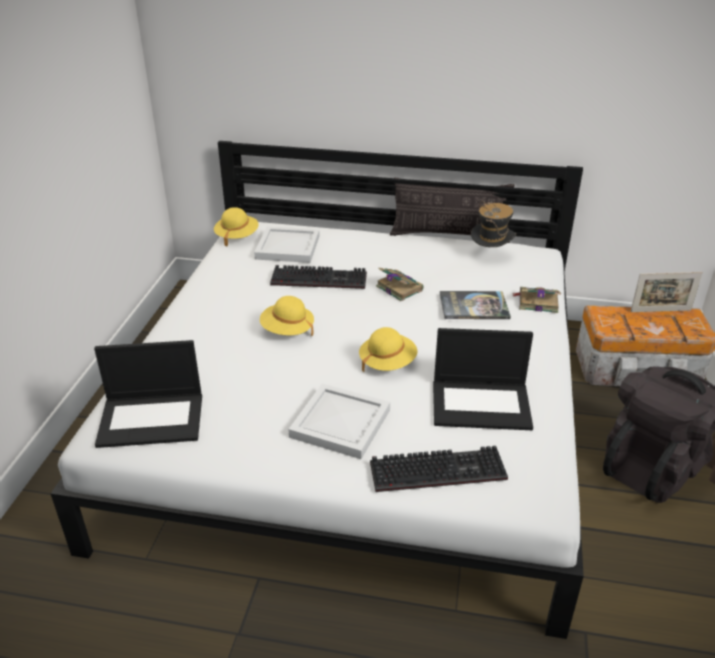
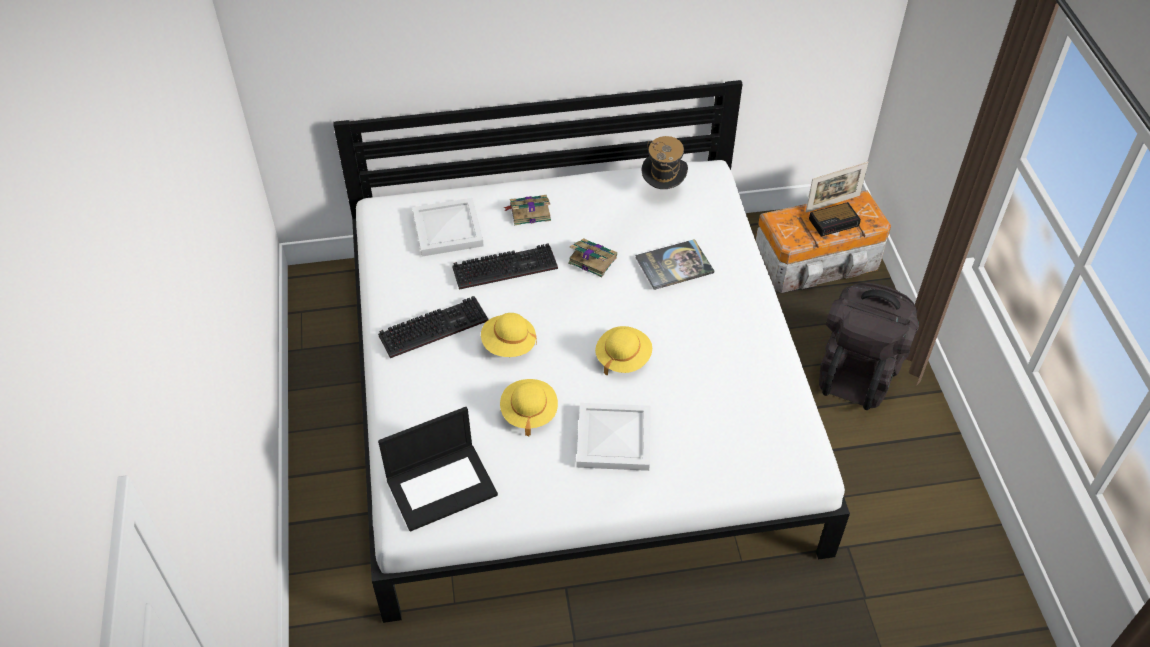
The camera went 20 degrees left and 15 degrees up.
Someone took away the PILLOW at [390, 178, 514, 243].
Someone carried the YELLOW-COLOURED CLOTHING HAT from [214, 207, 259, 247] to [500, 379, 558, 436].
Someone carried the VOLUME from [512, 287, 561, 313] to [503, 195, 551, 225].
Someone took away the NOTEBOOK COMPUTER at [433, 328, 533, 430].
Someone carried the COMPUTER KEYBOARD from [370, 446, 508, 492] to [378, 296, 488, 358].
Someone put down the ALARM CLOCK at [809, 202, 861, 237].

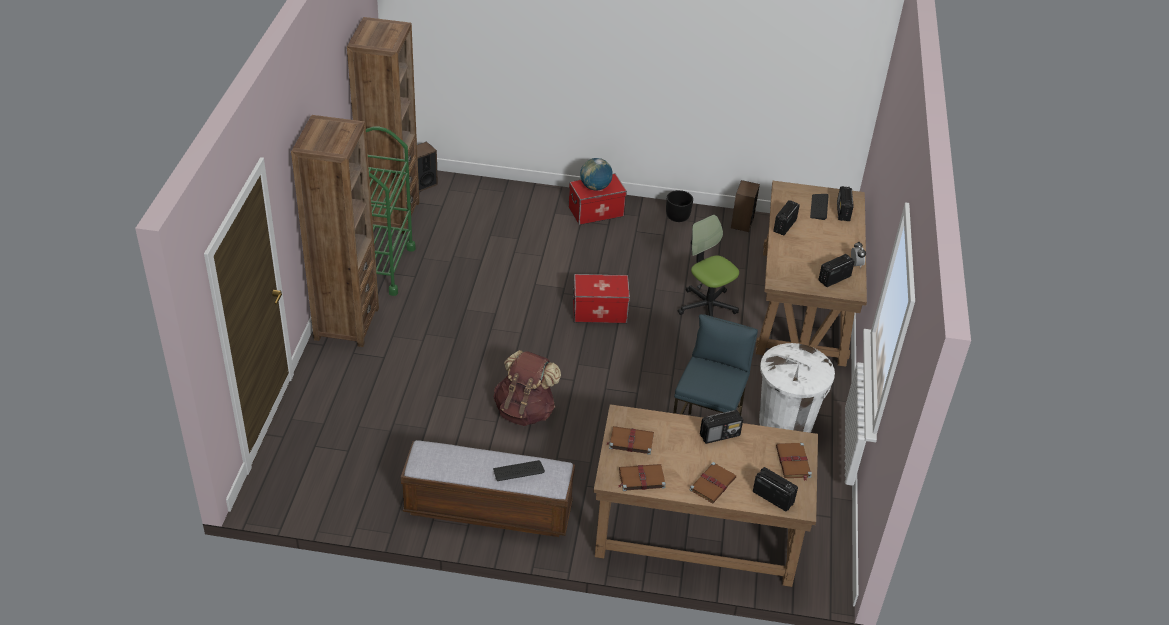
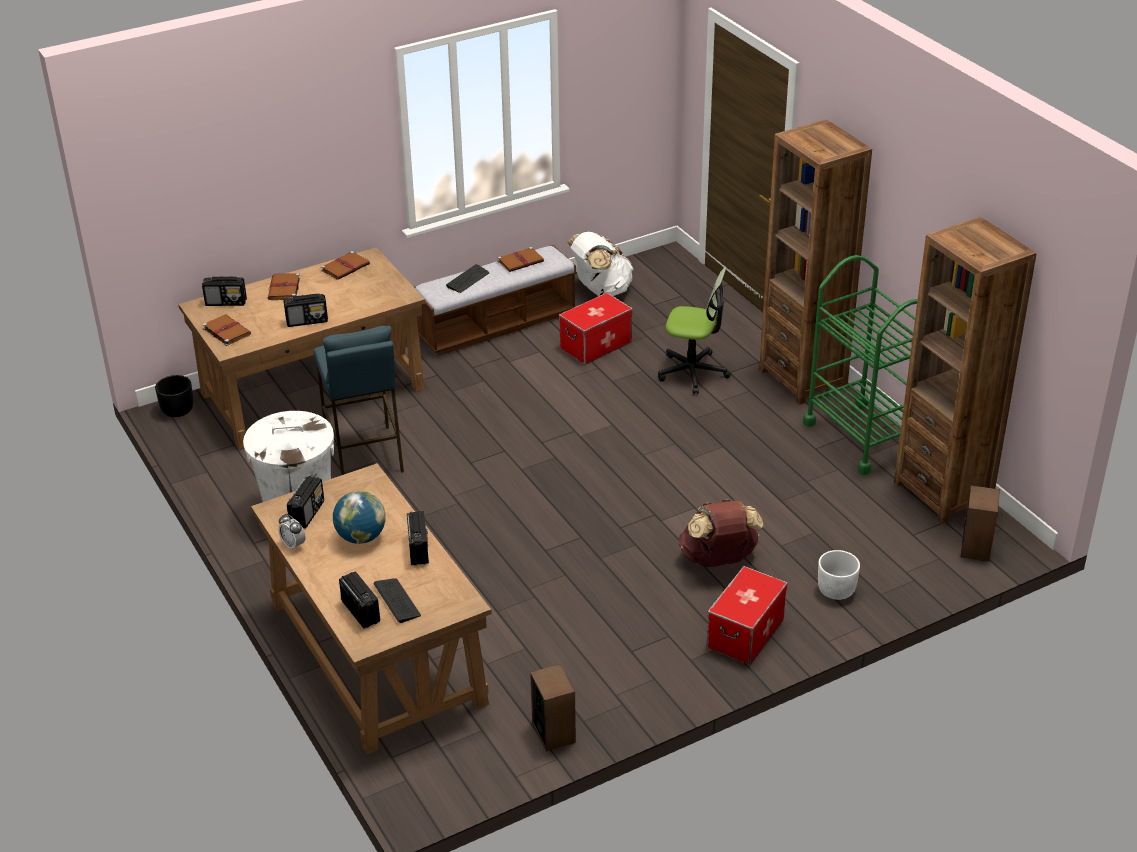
The camera went 145 degrees right and 5 degrees down.
Someone carried the GLOBE from [580, 158, 613, 191] to [333, 491, 386, 544].
Someone carried the BLACK-COLOURED PLANTER from [666, 190, 693, 222] to [155, 375, 193, 417].
Someone carried the COMPUTER CHAIR from [678, 215, 739, 317] to [658, 267, 731, 394].
Someone carried the STORAGE BIN from [573, 274, 630, 323] to [559, 293, 633, 365].
Someone carried the BROWN RUCKSACK from [494, 350, 561, 426] to [679, 499, 764, 567].
Someone rotated the RADIO RECEIVER at [700, 410, 743, 444] by 135 degrees counterclockwise.
Someone carried the BROWN VOLUME from [606, 426, 654, 455] to [497, 247, 544, 272].
Someone put down the WHITISH RUCKSACK at [567, 232, 634, 296].
Someone put down the WHITISH PLANTER at [818, 550, 860, 600].

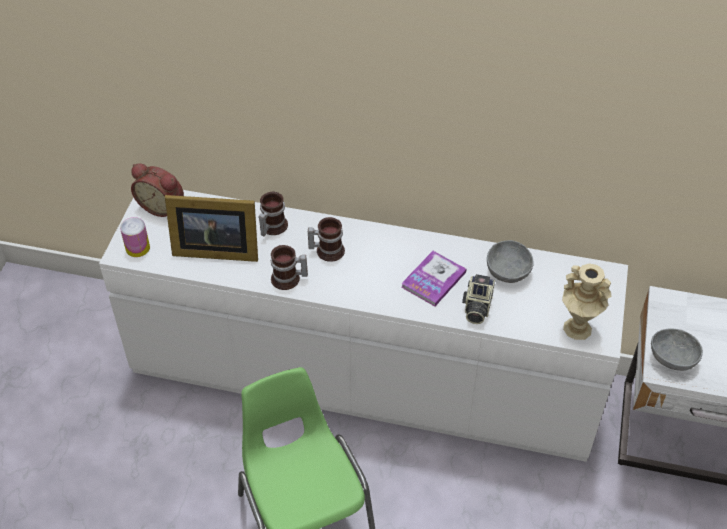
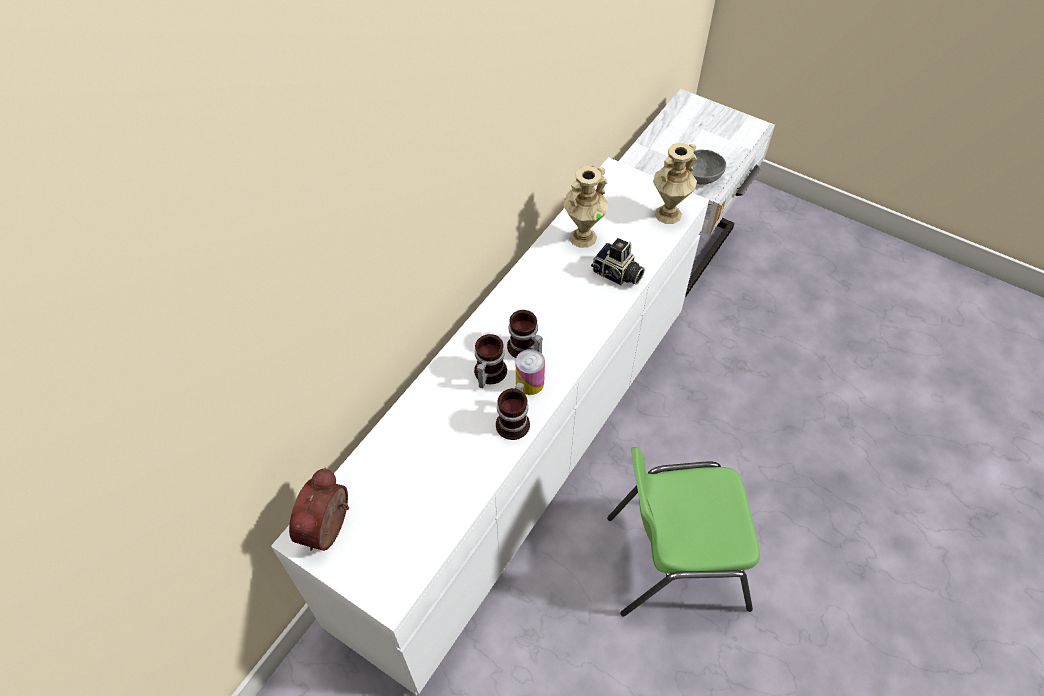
The camera went 70 degrees left and 5 degrees up.
Someone rotated the ALARM CLOCK at [131, 163, 184, 217] by 150 degrees clockwise.
Someone carried the COFFEE MUG from [258, 192, 288, 236] to [507, 310, 543, 358].
Someone took away the STANDING FRAME at [165, 195, 258, 262].
Someone carried the METAL CAN from [120, 217, 150, 257] to [516, 349, 545, 395].
Someone swapped the GREYISH SERVING BOWL at [487, 240, 534, 283] for the SAND-COLOURED FLOWER VASE at [563, 166, 609, 248].
Someone took away the VOLUME at [401, 251, 466, 306].

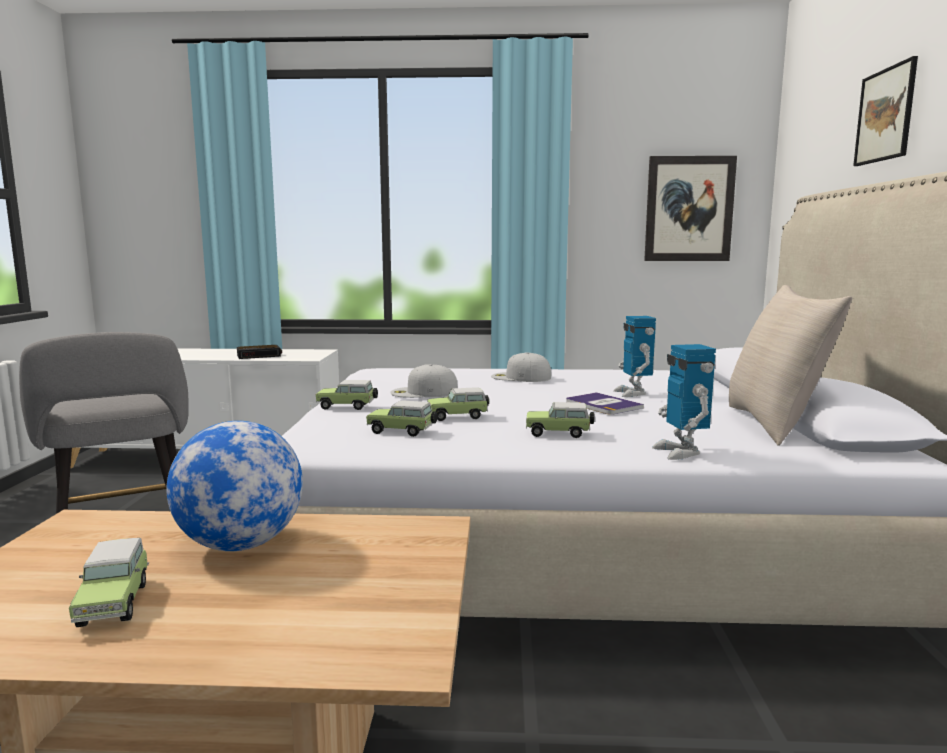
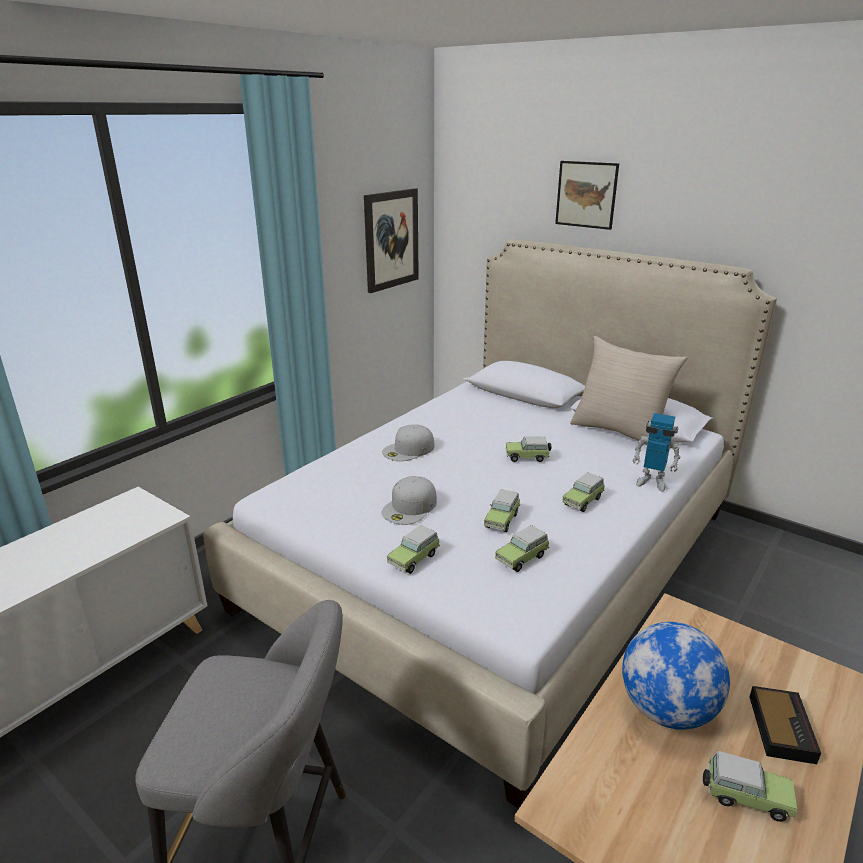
The camera went 55 degrees left and 15 degrees up.
Someone took away the TOY ROBOT at [613, 316, 656, 397].
Someone carried the ALARM CLOCK from [237, 345, 282, 359] to [749, 686, 821, 764].
Someone swapped the VOLUME at [566, 392, 644, 415] for the MODEL CAR at [506, 437, 551, 462].

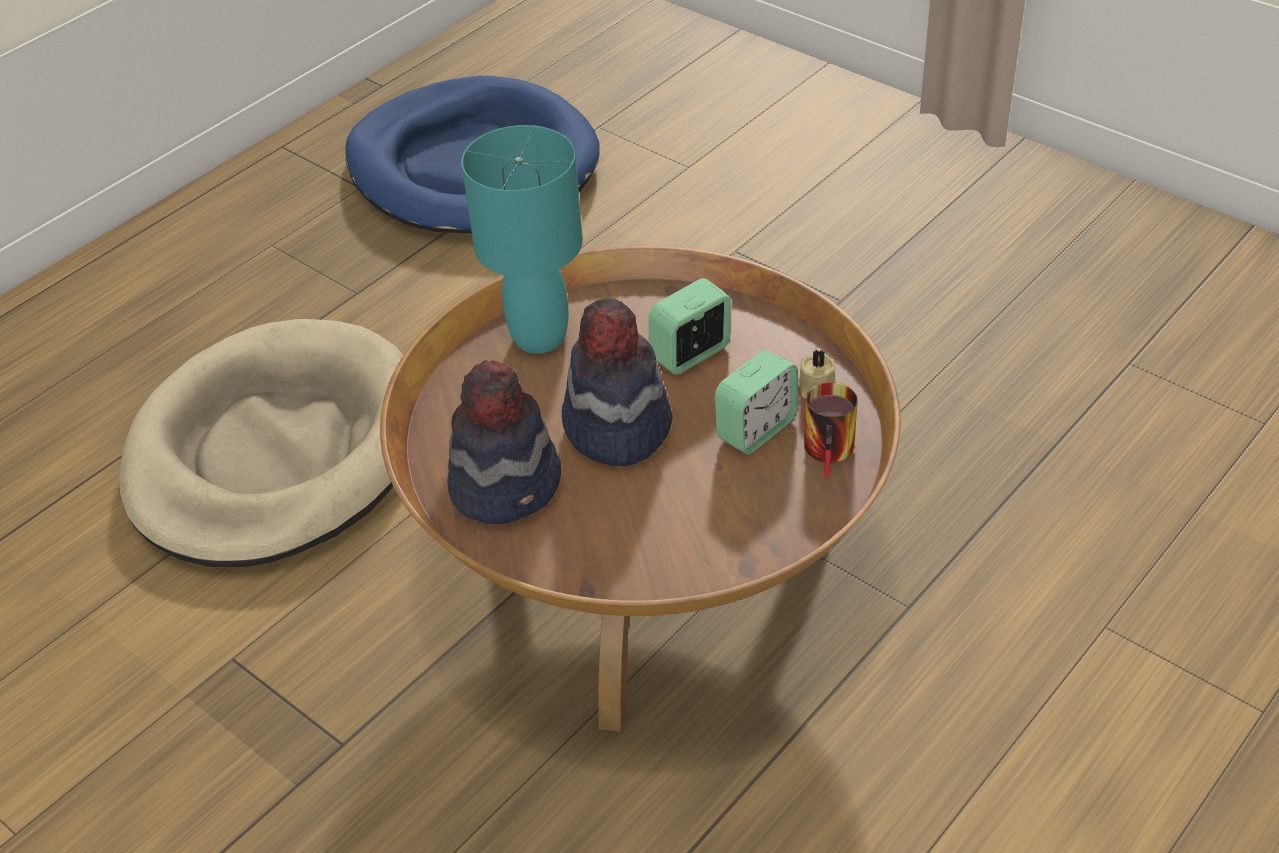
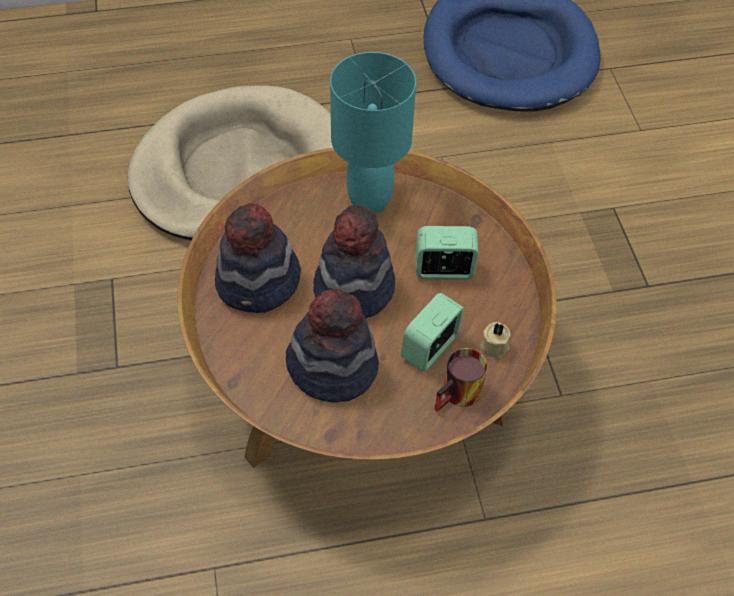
The camera went 35 degrees right and 10 degrees up.
Someone rotated the ALARM CLOCK at [715, 350, 798, 454] by 135 degrees clockwise.
Someone put down the CLOTHING HAT at [286, 289, 379, 403].

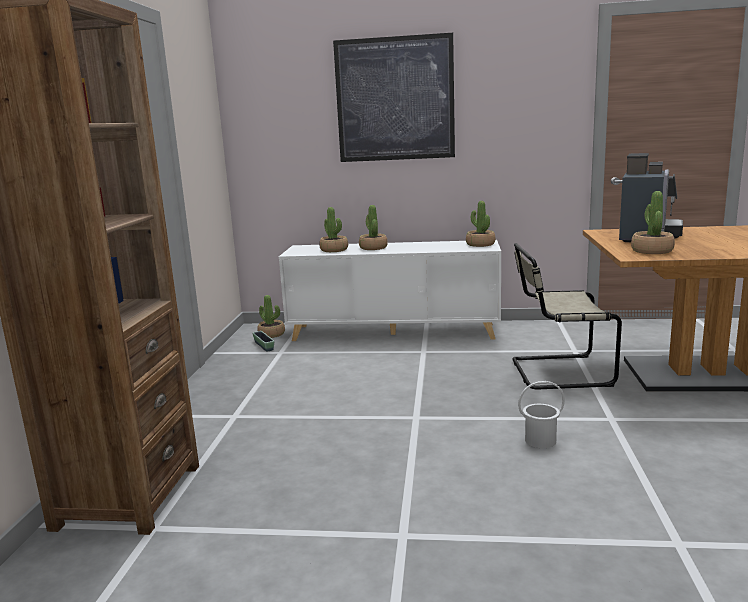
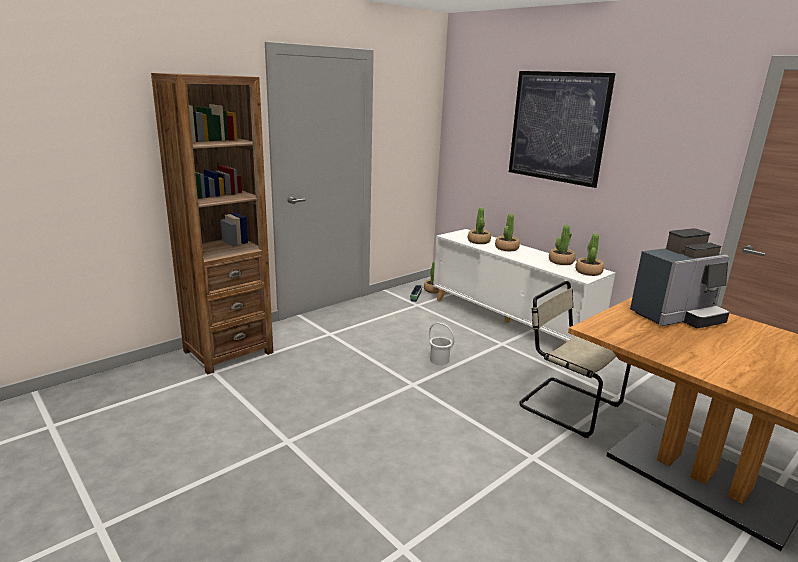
The camera went 40 degrees right and 5 degrees up.
Someone carried the PLANT IN A POT from [631, 191, 675, 254] to [549, 225, 576, 265].
Someone carried the WHITISH PAIL from [518, 381, 565, 448] to [429, 322, 455, 365].

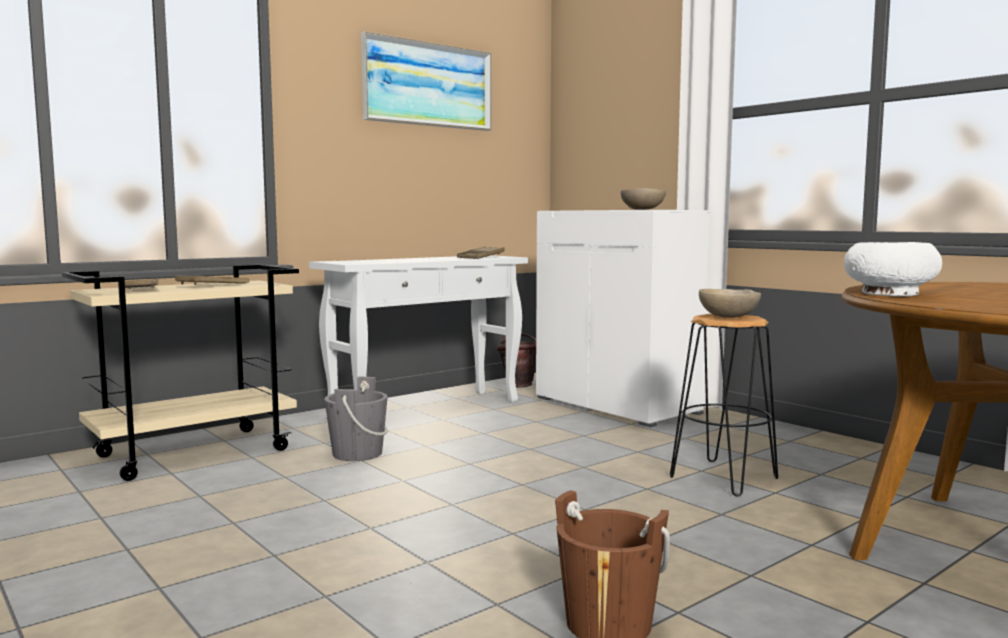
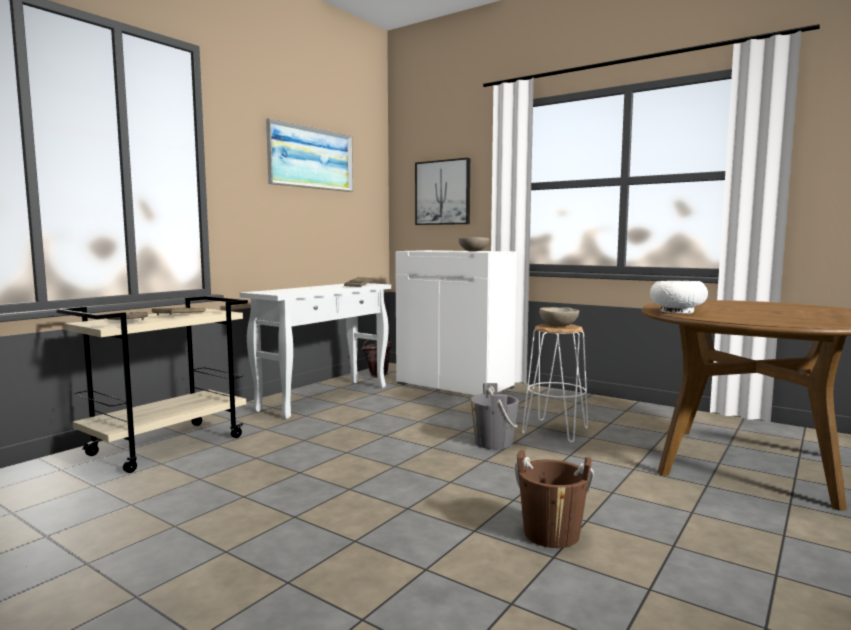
The camera went 15 degrees left and 0 degrees up.
Someone repainted the BLACK-COLOURED SITTING STOOL at [670, 314, 778, 497], which became the WHITISH SITTING STOOL at [522, 324, 588, 443].
Someone carried the GREYISH PAIL from [324, 377, 388, 461] to [471, 383, 519, 449].
Someone put up the PICTURE at [415, 158, 470, 225].

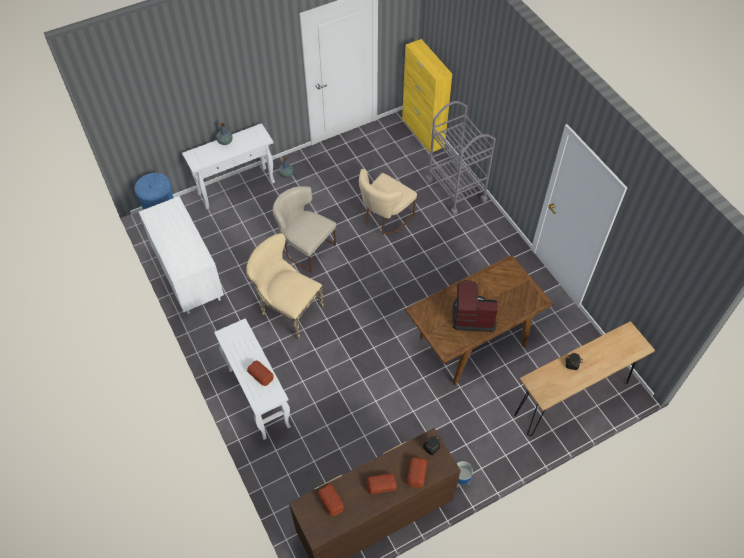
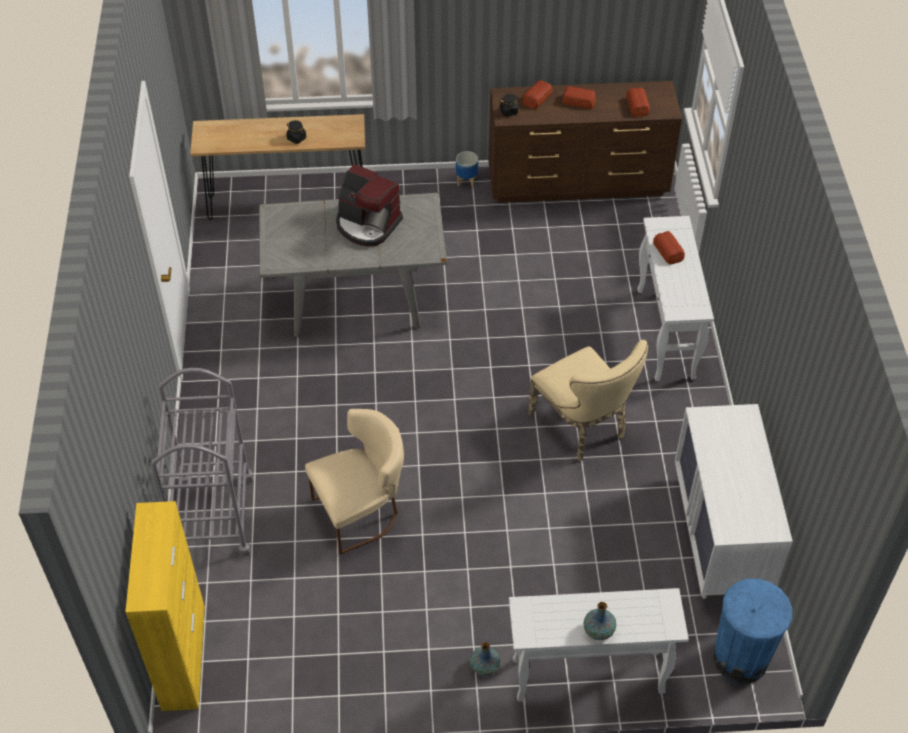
The camera went 155 degrees left and 5 degrees down.
Someone took away the SAND-COLOURED UPRIGHT CHAIR at [273, 186, 336, 273].
Someone repainted the BROWN DINNER TABLE at [405, 255, 553, 385], which became the GREYISH DINNER TABLE at [259, 193, 447, 337].

